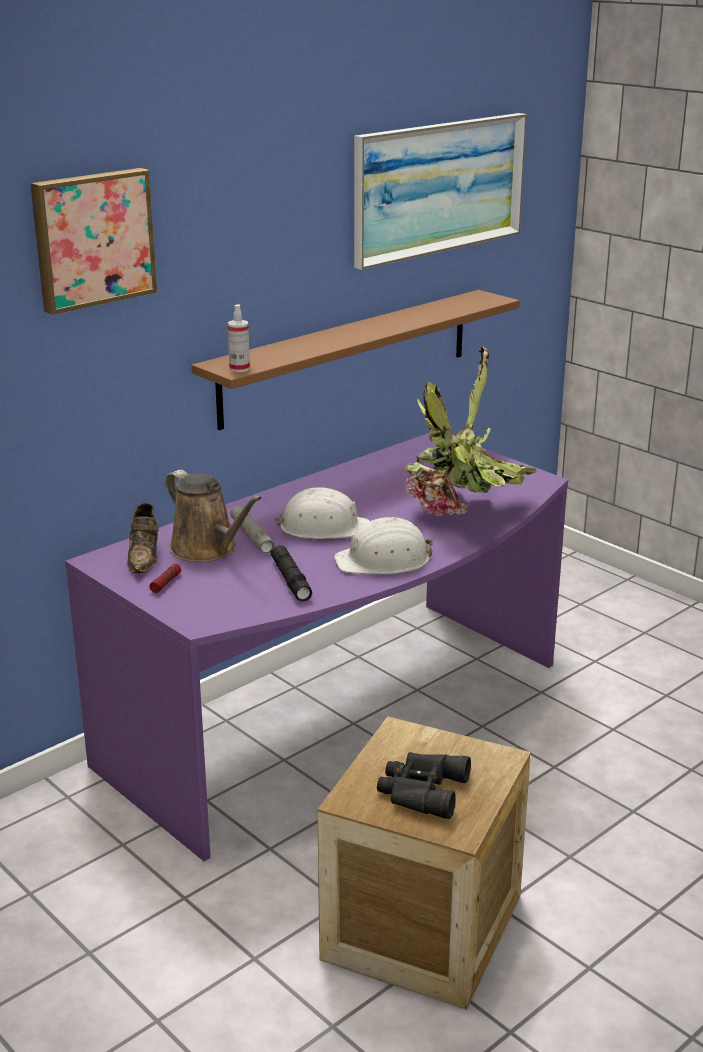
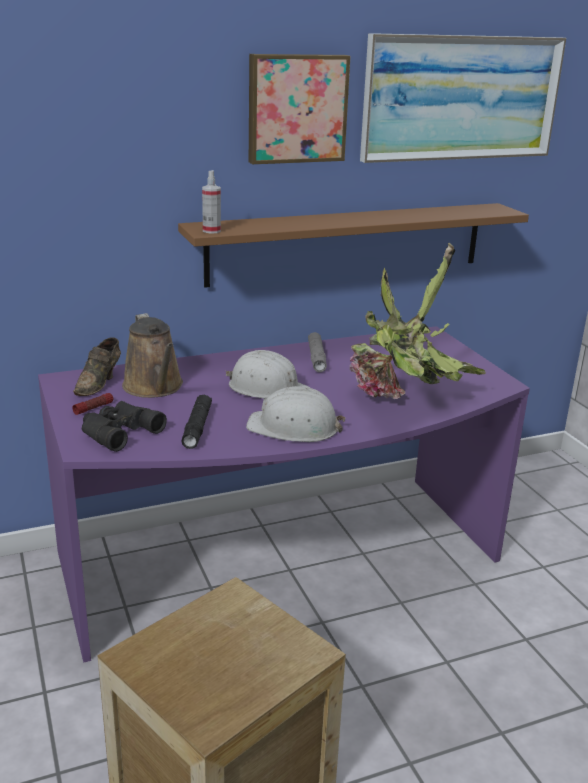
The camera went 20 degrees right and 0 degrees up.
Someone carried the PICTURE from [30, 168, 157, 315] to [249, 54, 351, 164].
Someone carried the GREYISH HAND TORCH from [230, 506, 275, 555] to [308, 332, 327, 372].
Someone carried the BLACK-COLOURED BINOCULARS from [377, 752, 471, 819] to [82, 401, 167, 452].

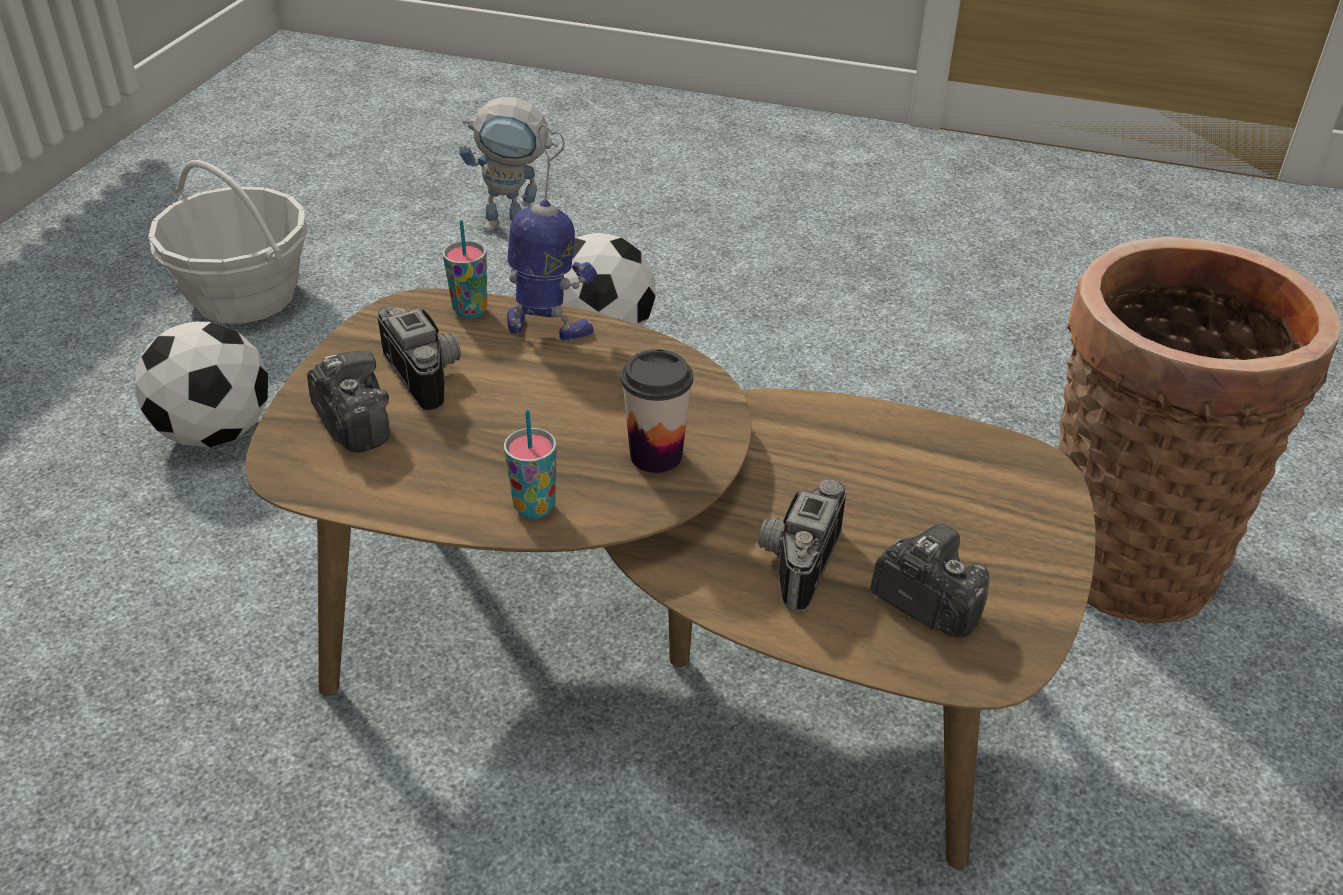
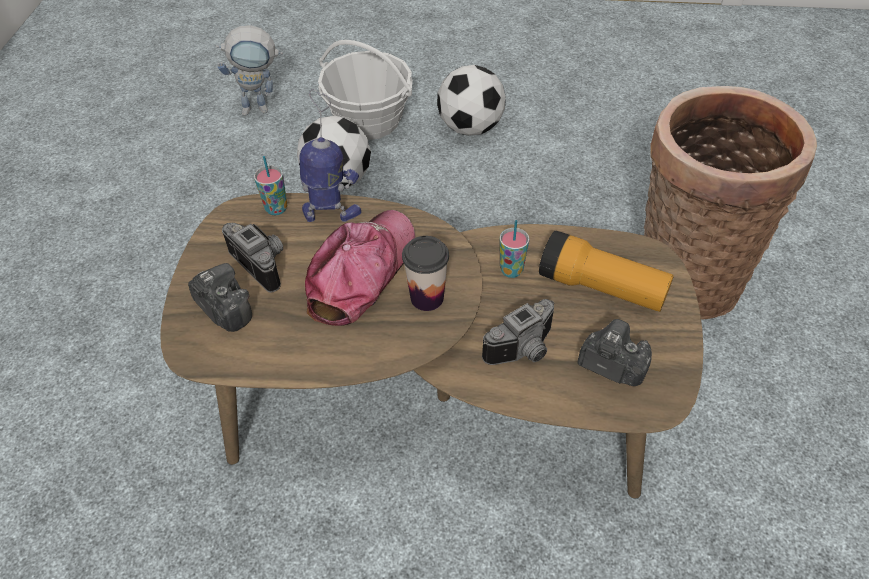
The camera went 10 degrees left and 10 degrees up.
Someone carried the HOUSEHOLD BASKET from [148, 160, 308, 324] to [318, 40, 413, 140].
Someone carried the BALL FOR FOOTBALL from [135, 322, 268, 448] to [437, 65, 506, 136].
Someone carried the DRINKING CUP from [504, 409, 557, 519] to [499, 220, 529, 278].
Someone rotated the PHOTO CAMERA at [758, 480, 847, 612] by 135 degrees counterclockwise.
Someone put down the PEAKED CAP at [305, 210, 415, 326].
Someone put down the HAND TORCH at [539, 231, 674, 312].

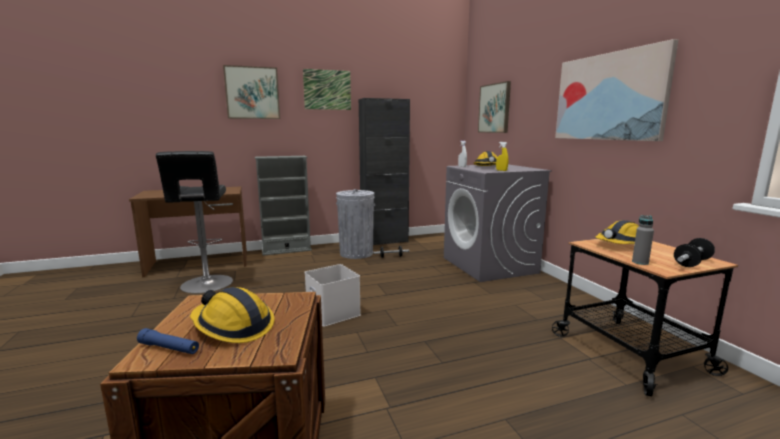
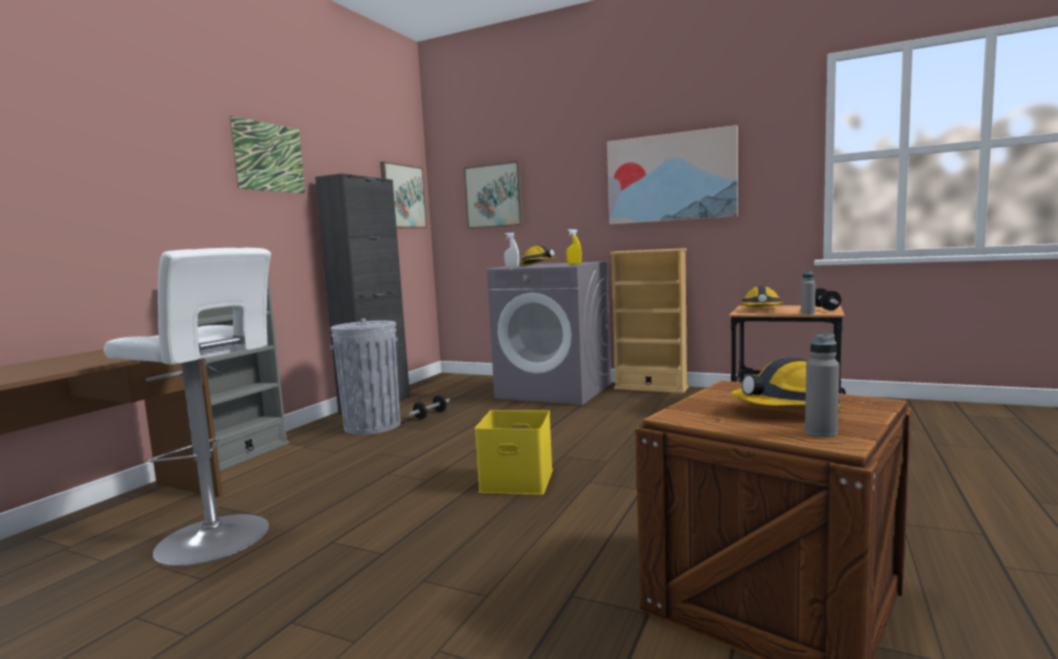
The camera went 45 degrees left and 5 degrees down.
Someone carried the PICTURE from [223, 65, 280, 119] to [380, 161, 427, 228].
Someone repainted the BLACK-COLOURED SITTING STOOL at [156, 151, 233, 293], which became the WHITISH SITTING STOOL at [104, 248, 271, 566].
Someone repainted the WHITISH STORAGE BIN at [305, 264, 361, 327], which became the YELLOW-COLOURED STORAGE BIN at [475, 410, 553, 495].
Someone swapped the BLUE-COLOURED HAND TORCH at [137, 328, 199, 354] for the GREYISH DRINK BOTTLE at [805, 333, 839, 437].
Someone put down the SAND-COLOURED SHELVING UNIT at [610, 248, 688, 393].

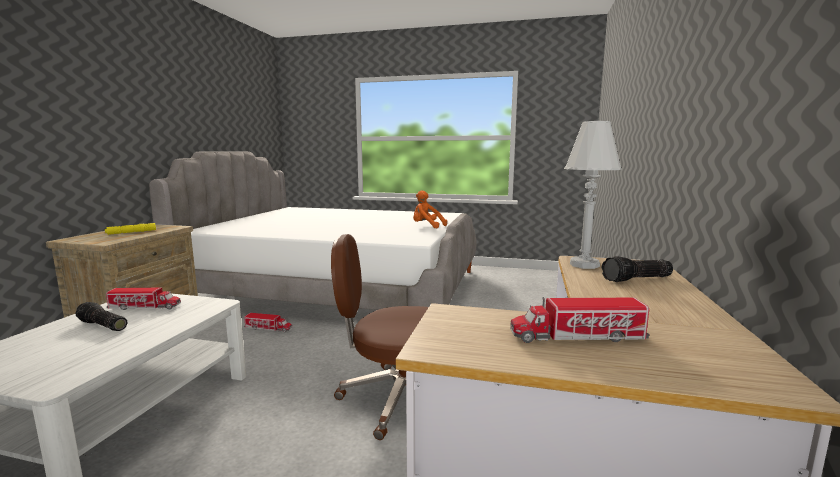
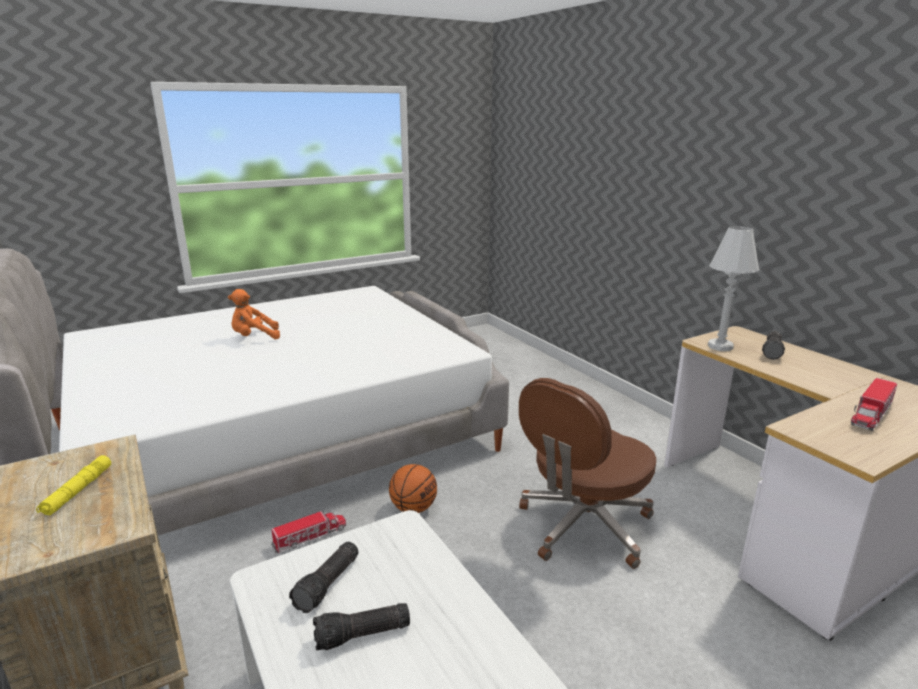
The camera went 45 degrees left and 10 degrees up.
Someone carried the ORANGEY PLUSH TOY from [413, 190, 447, 228] to [228, 289, 280, 339].
Someone swapped the TOY TRUCK at [106, 288, 181, 310] for the HAND TORCH at [289, 542, 358, 613].
Someone put down the BALL FOR BASKETBALL at [389, 464, 437, 513].

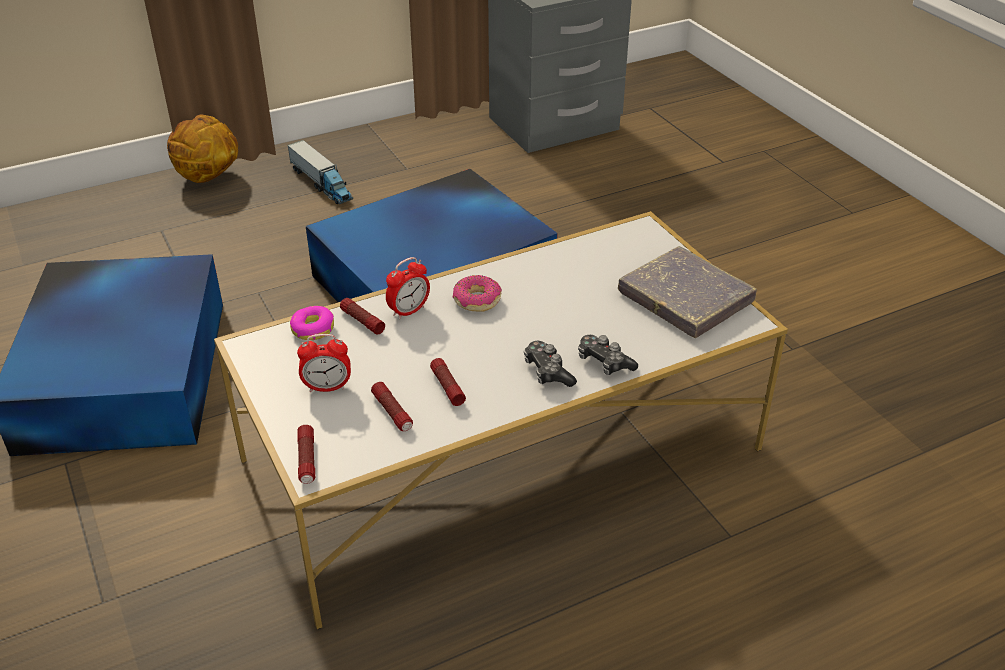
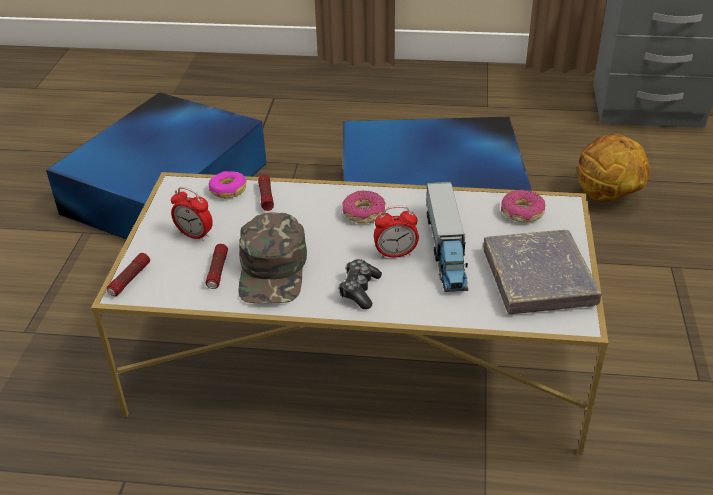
The camera went 35 degrees right and 0 degrees up.
Someone carried the BALL FOR BASKETBALL from [167, 114, 238, 183] to [578, 134, 650, 202].
Someone carried the TOY TRUCK from [287, 140, 353, 204] to [426, 182, 468, 292].
Someone carried the ALARM CLOCK from [386, 257, 430, 320] to [374, 206, 419, 258].
Someone took away the JOYPAD at [578, 335, 638, 375].
Someone swapped the HAND TORCH at [430, 358, 466, 406] for the GREENISH PEAKED CAP at [238, 212, 307, 303].
Someone put down the RING DOUGHNUT at [501, 190, 545, 222].

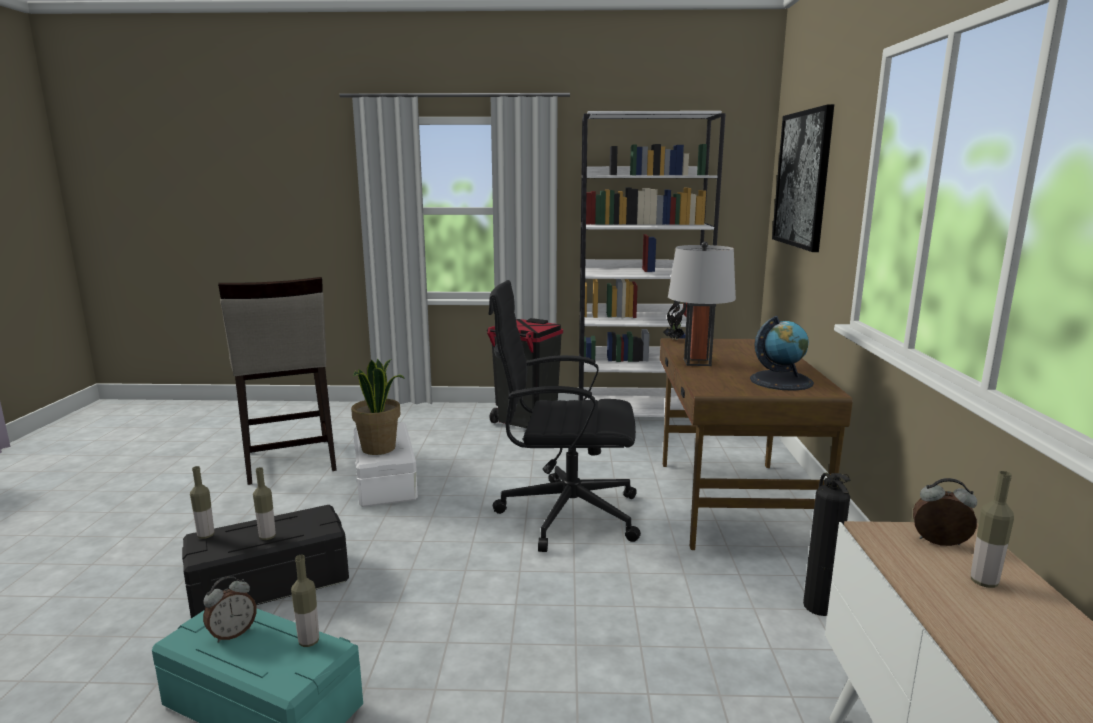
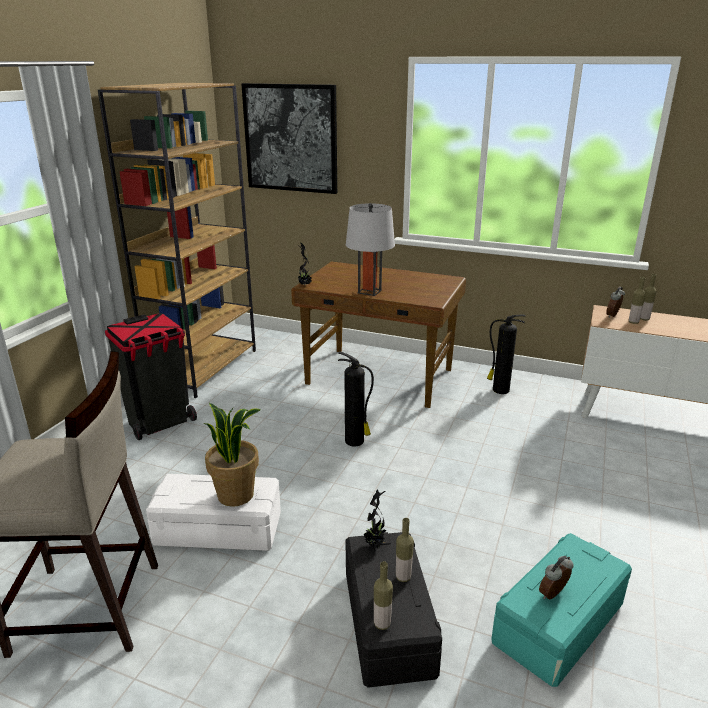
The camera went 70 degrees left and 10 degrees up.
Someone repainted the WHITISH SHELVING UNIT at [579, 111, 726, 417], which became the BROWN SHELVING UNIT at [98, 83, 256, 398].
Someone swapped the BLACK-COLOURED COMPUTER CHAIR at [488, 280, 641, 552] for the FIRE-FIGHTING CYLINDER at [338, 352, 374, 447].
Someone took away the GLOBE at [750, 316, 814, 391].
Someone carried the DRINK BOTTLE from [291, 555, 319, 647] to [629, 277, 646, 324].
Someone rotated the ALARM CLOCK at [203, 576, 257, 643] by 105 degrees counterclockwise.
Someone put down the PLANT IN A POT at [364, 490, 387, 548].

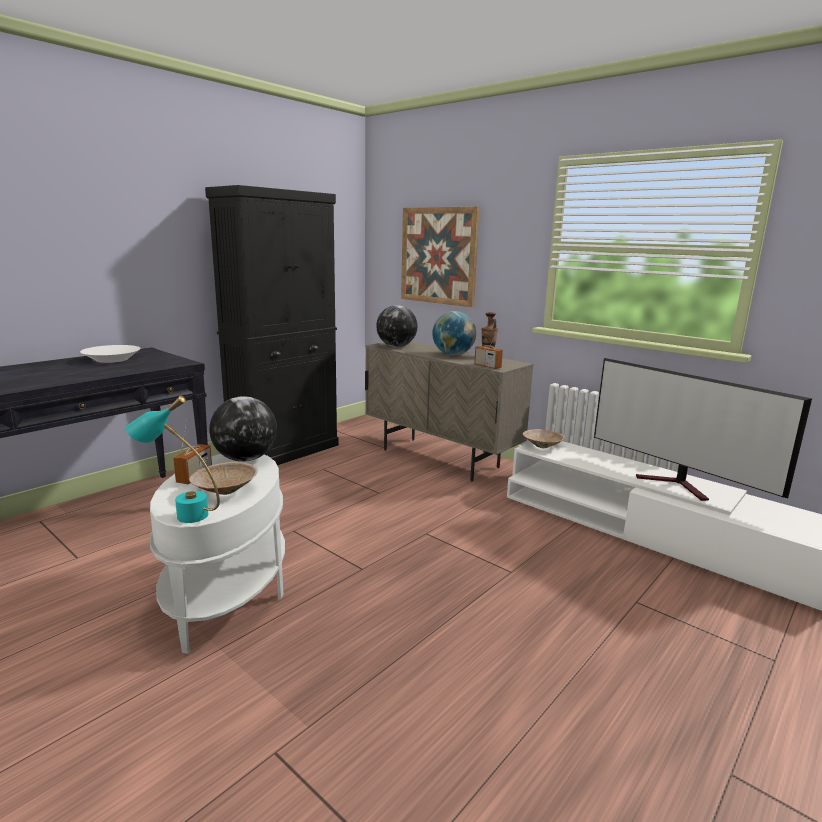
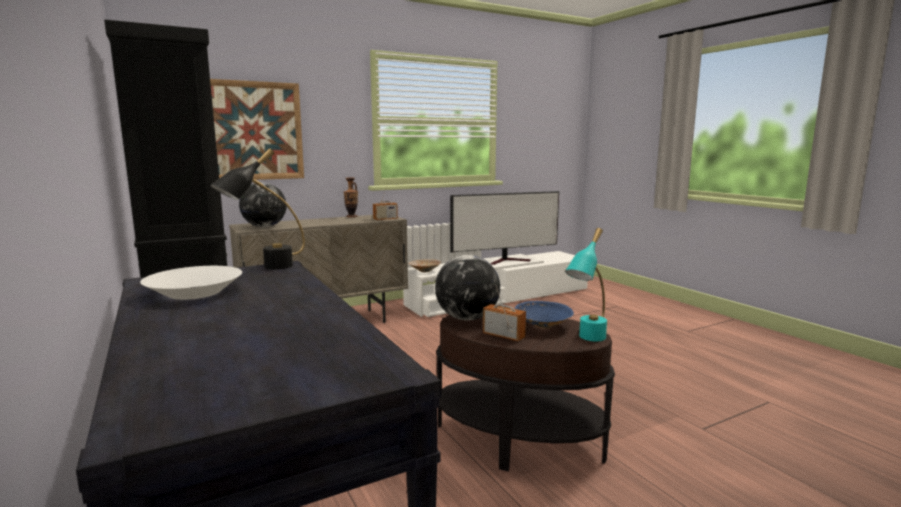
The camera went 70 degrees left and 5 degrees down.
Someone took away the GLOBE at [432, 311, 476, 355].
Someone repainted the WHITISH END TABLE at [150, 454, 285, 654], which became the BROWN END TABLE at [436, 315, 615, 471].
Someone repainted the SAND-COLOURED SERVING BOWL at [189, 462, 258, 495], which became the BLUE-COLOURED SERVING BOWL at [515, 301, 574, 329].
Someone put down the BLACK-COLOURED TABLE LAMP at [210, 148, 305, 269].

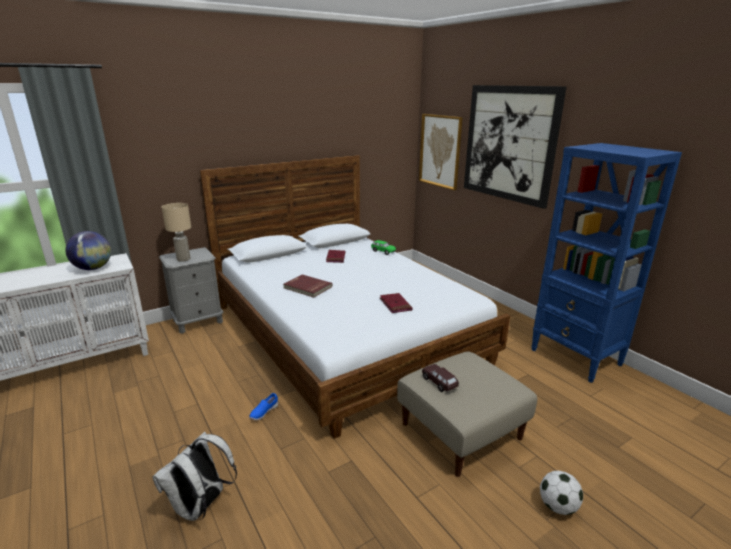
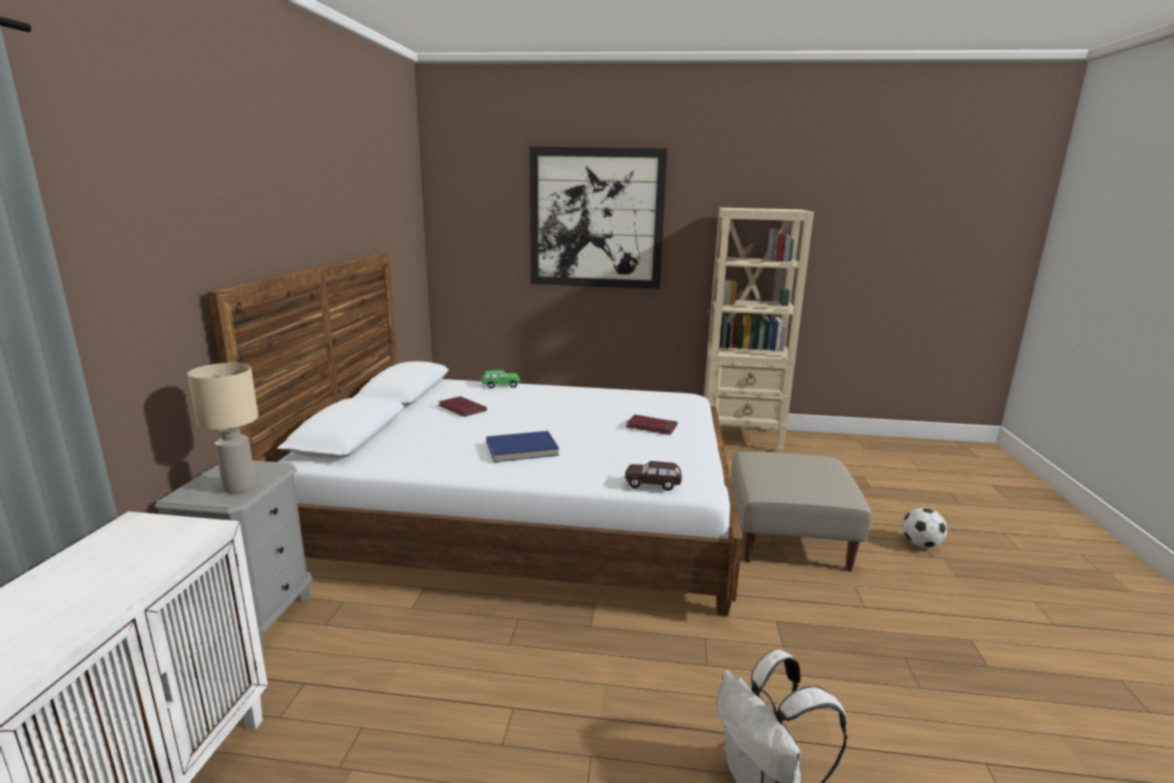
The camera went 50 degrees left and 5 degrees down.
Someone took away the PICTURE at [419, 114, 463, 190].
Someone repainted the BLUE-COLOURED SHELVING UNIT at [531, 143, 682, 383], which became the SAND-COLOURED SHELVING UNIT at [704, 208, 814, 453].
Someone took away the GLOBE at [65, 231, 111, 270].
Someone repainted the RED VOLUME at [284, 275, 332, 298], which became the BLUE-COLOURED VOLUME at [487, 431, 559, 462].
Someone carried the BROWN MODEL CAR from [422, 364, 459, 392] to [625, 461, 682, 491].
Someone took away the BLUE-COLOURED ITEM OF FOOTWEAR at [249, 393, 278, 421].

